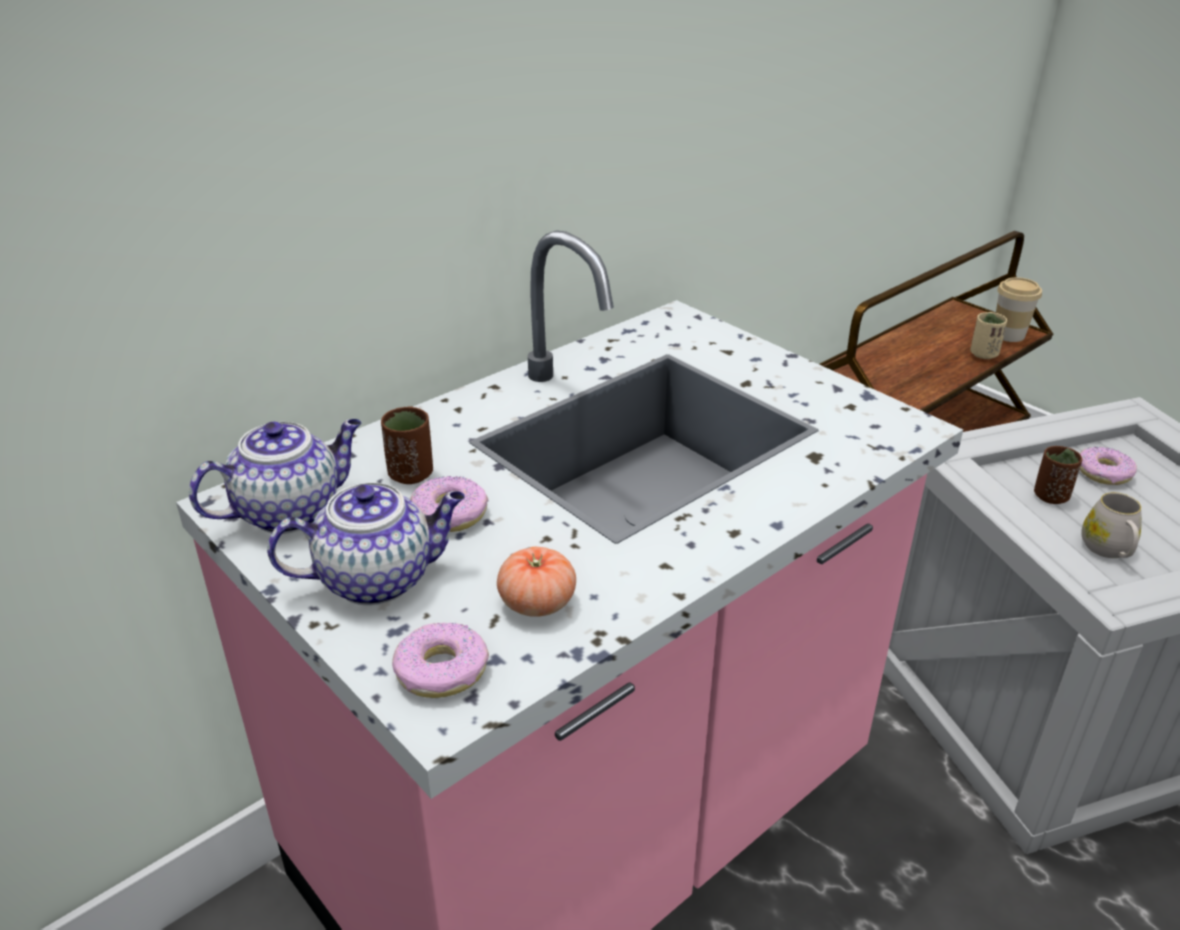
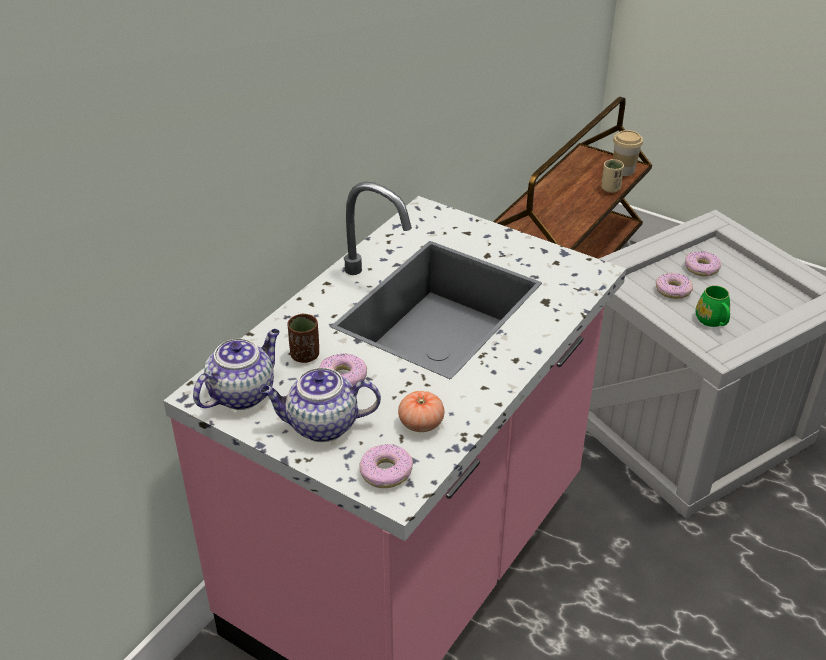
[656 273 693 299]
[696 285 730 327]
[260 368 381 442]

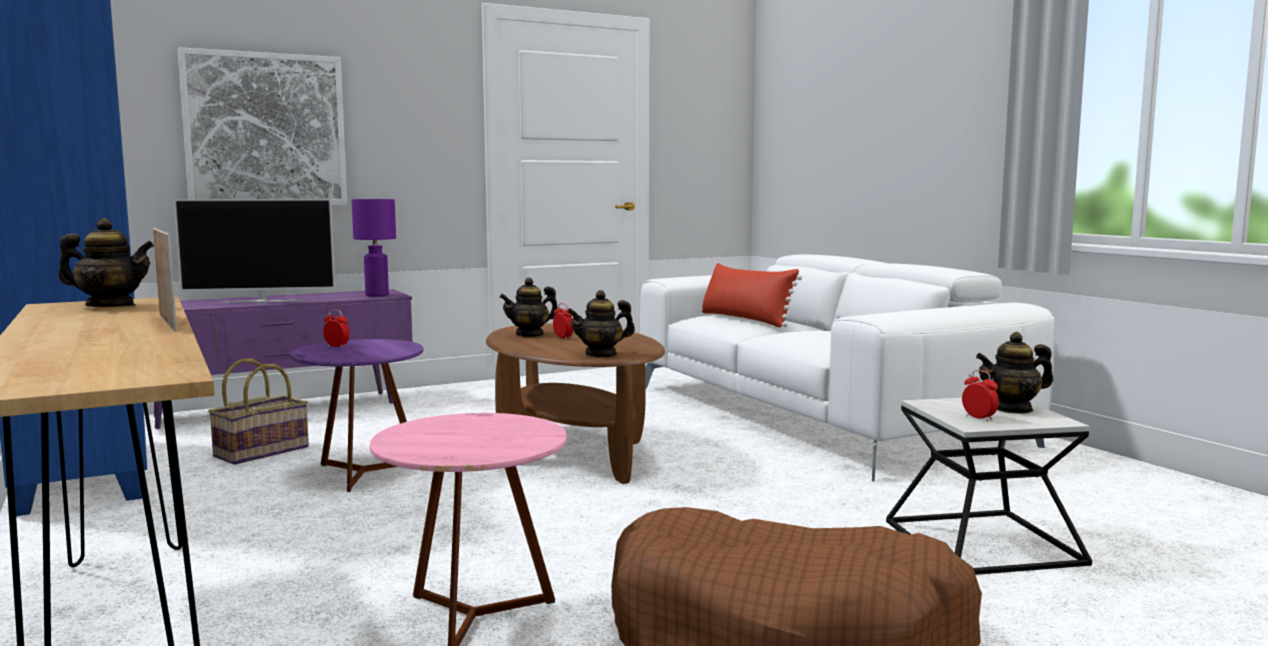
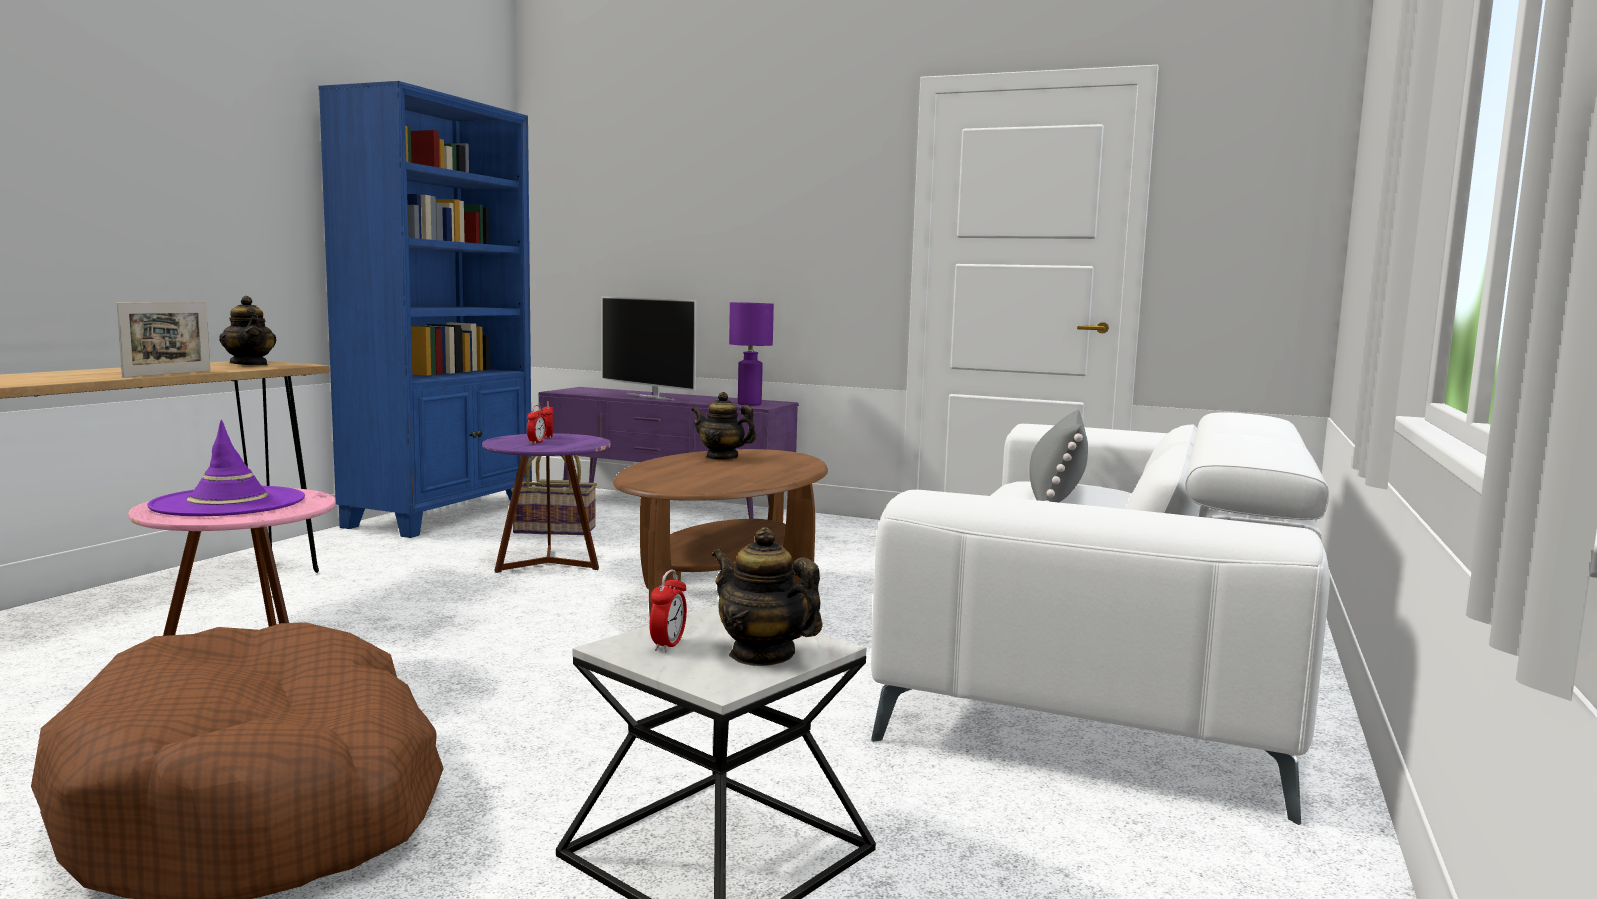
[178 47 347 205] (first image)
[567 290 635 358] (first image)
[147 420 305 516]
[527 405 546 444]
[1029 410 1088 502]

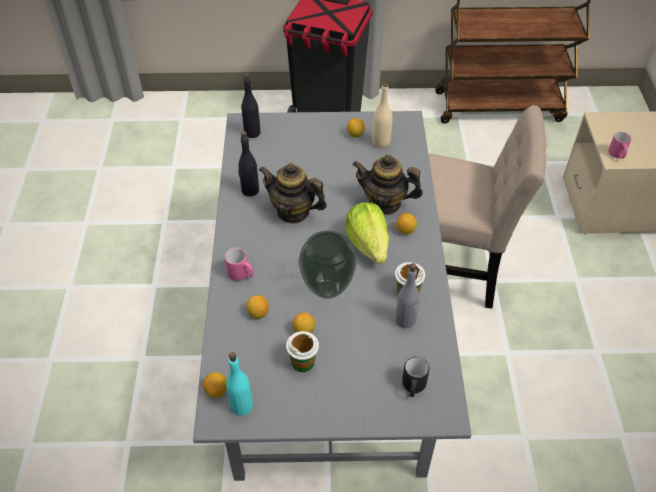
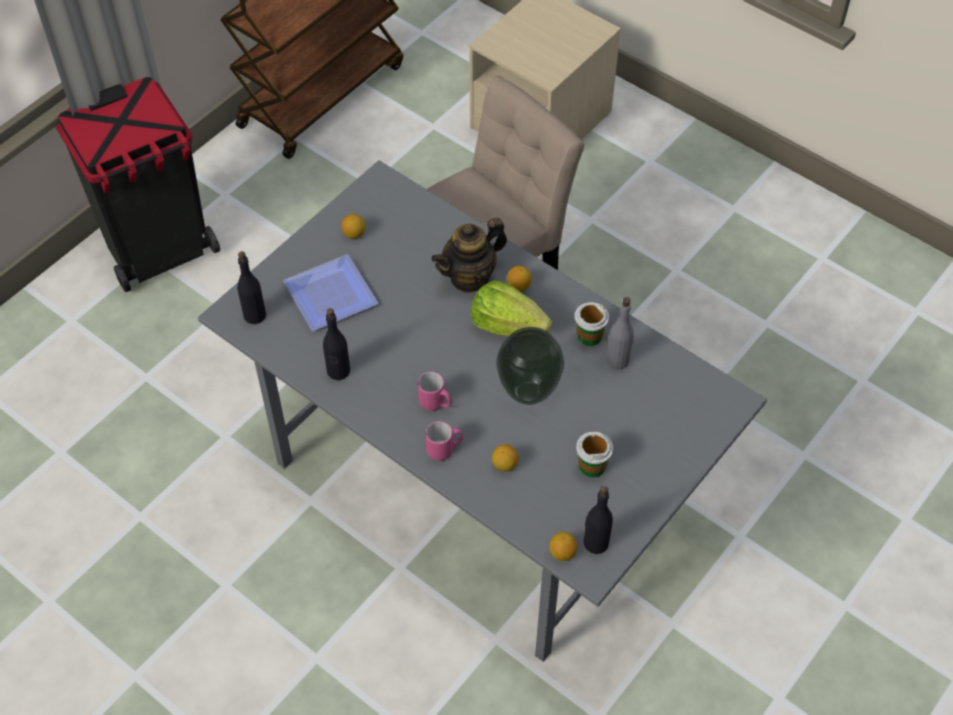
[259 163 327 224] (first image)
[292 312 315 333] (first image)
[372 83 392 148] (first image)
[402 357 429 397] (first image)
[283 254 378 331]
[418 372 452 411]
[583 486 613 554]

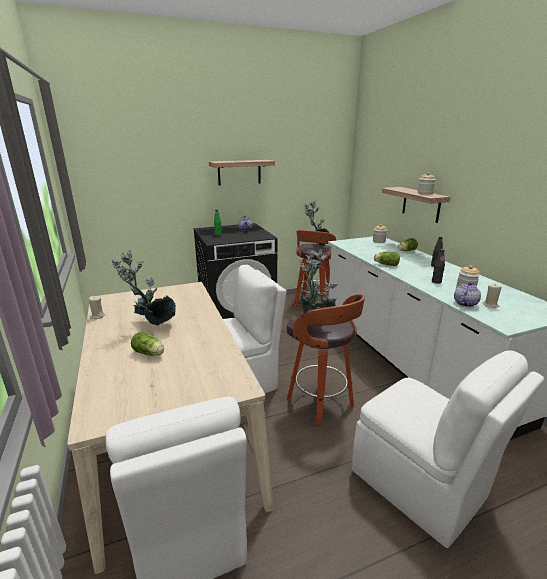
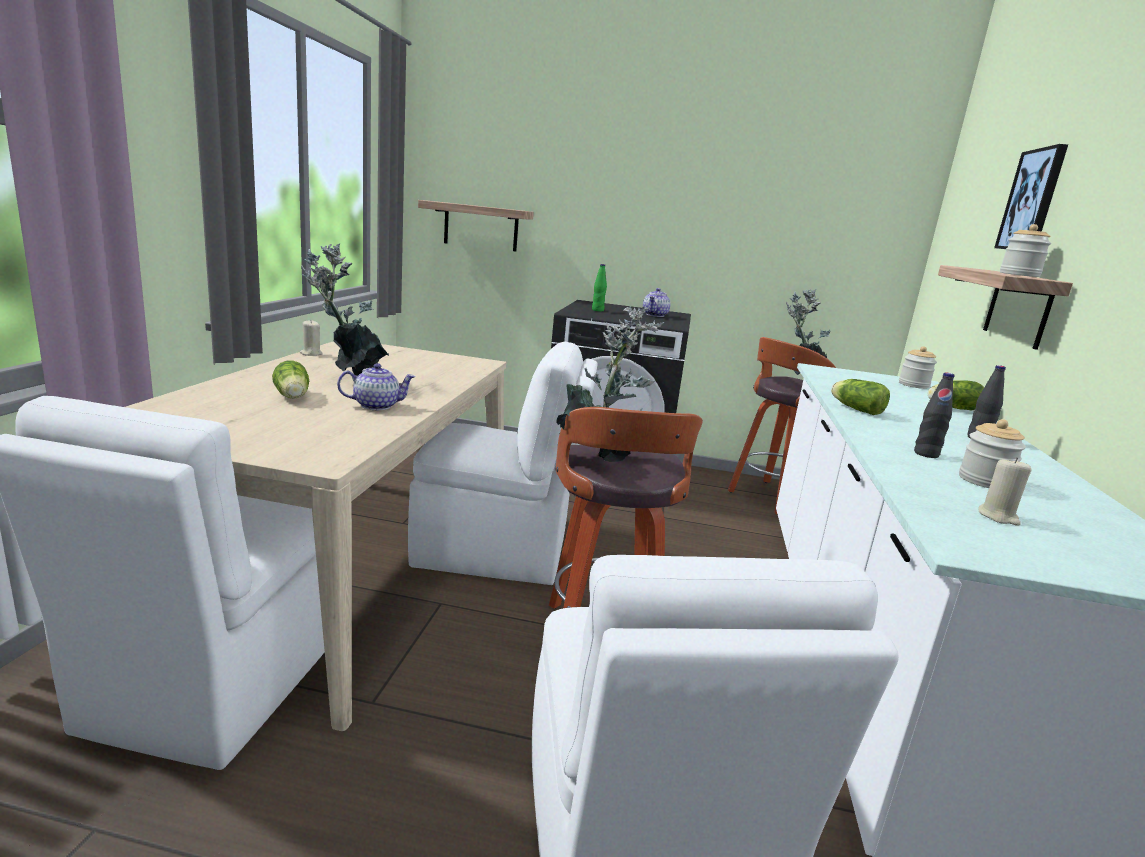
[994 144 1068 249]
[418 200 534 251]
[337 363 416 410]

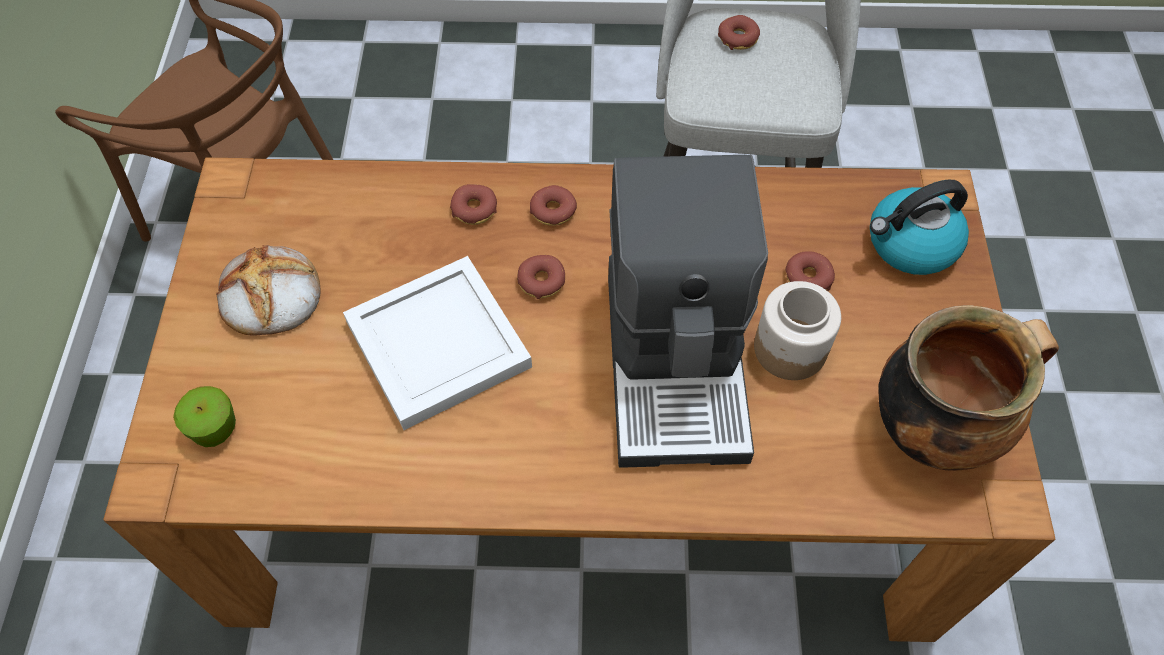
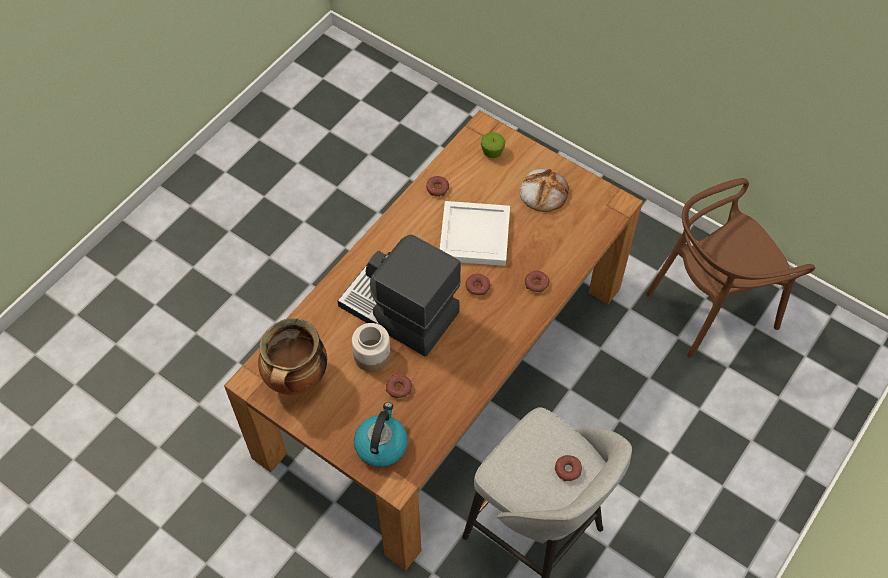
[426 176 449 197]

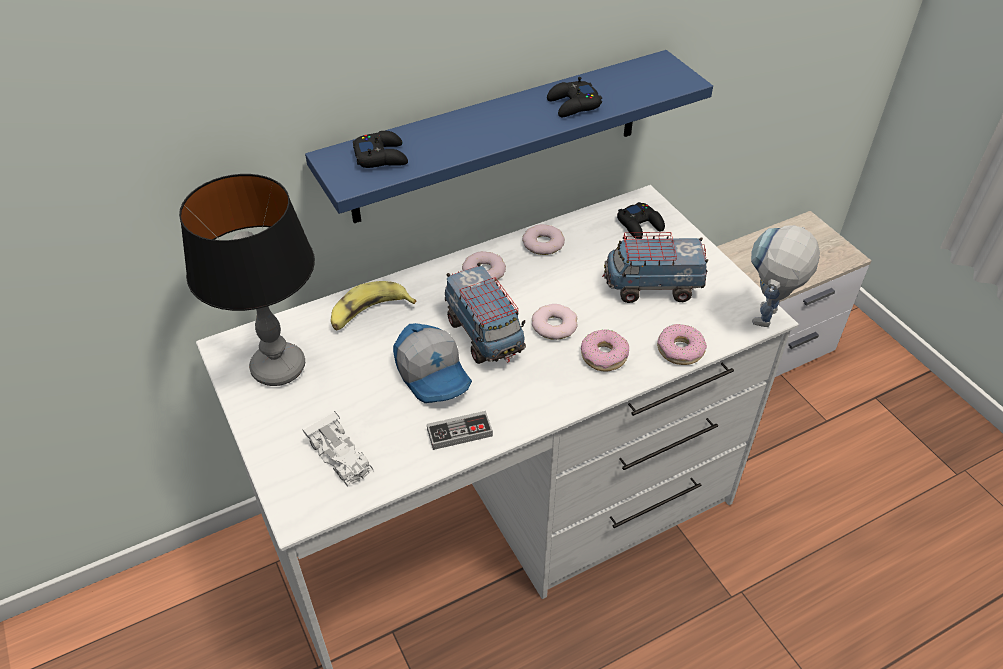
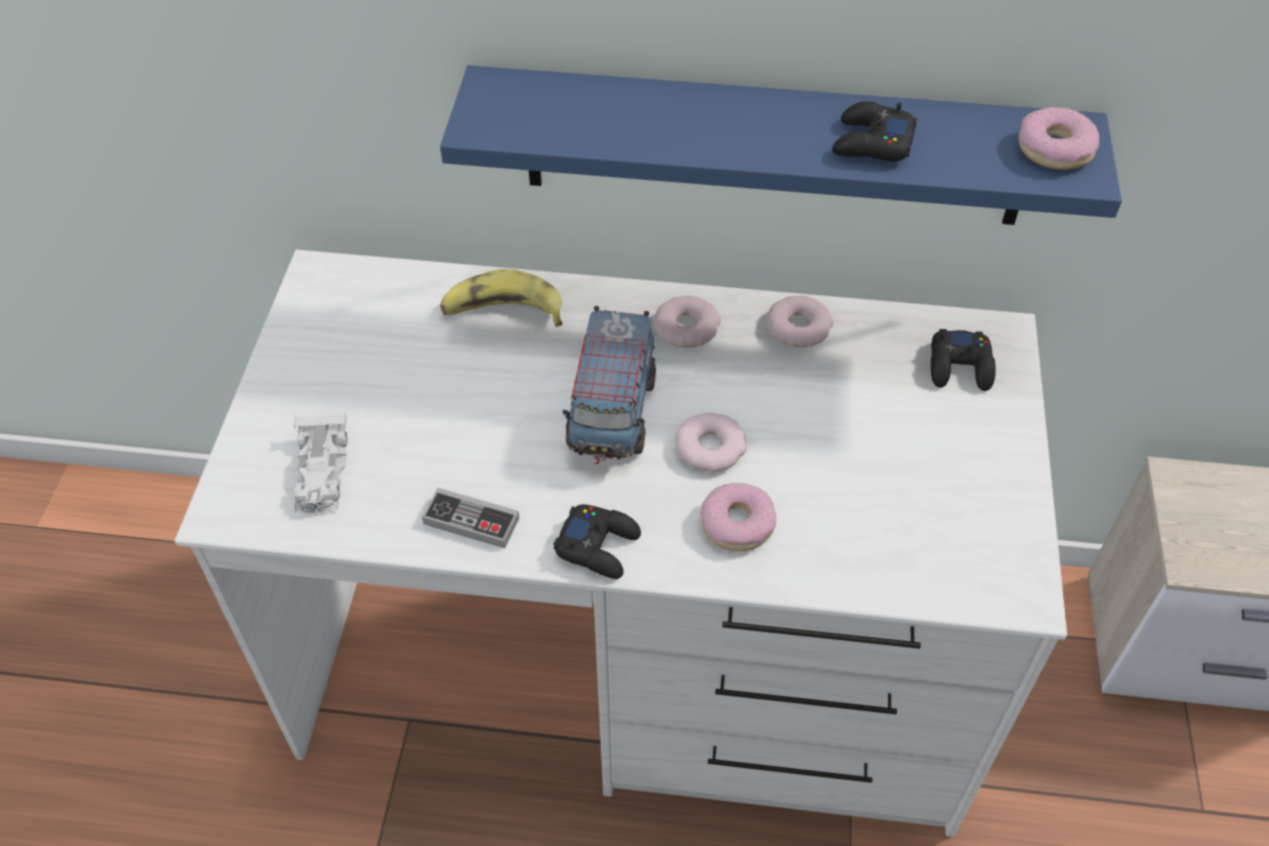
[179 174 315 386] (first image)
[393 323 472 403] (first image)
[602 232 708 303] (first image)
[751 225 820 327] (first image)
[554 504 641 579]
[1018 107 1099 170]

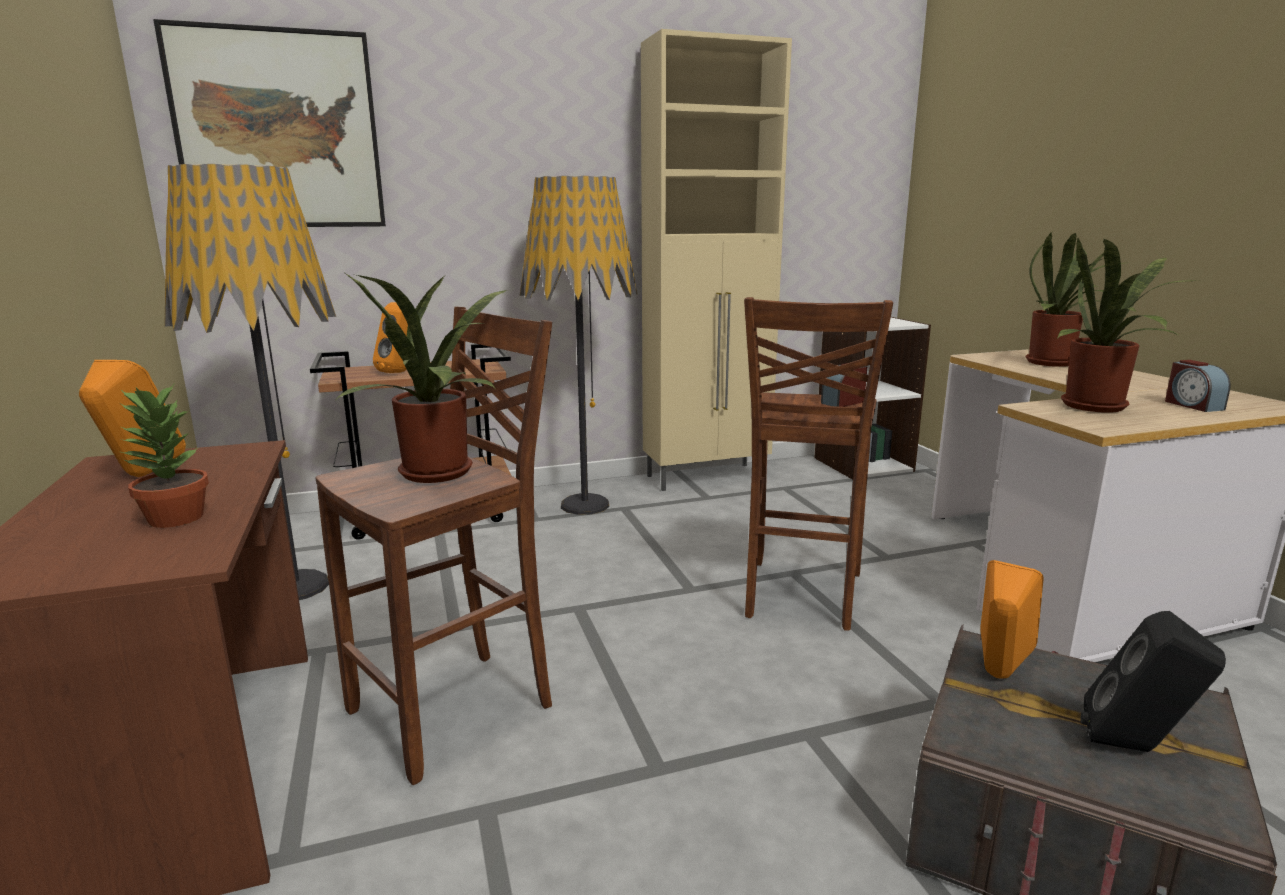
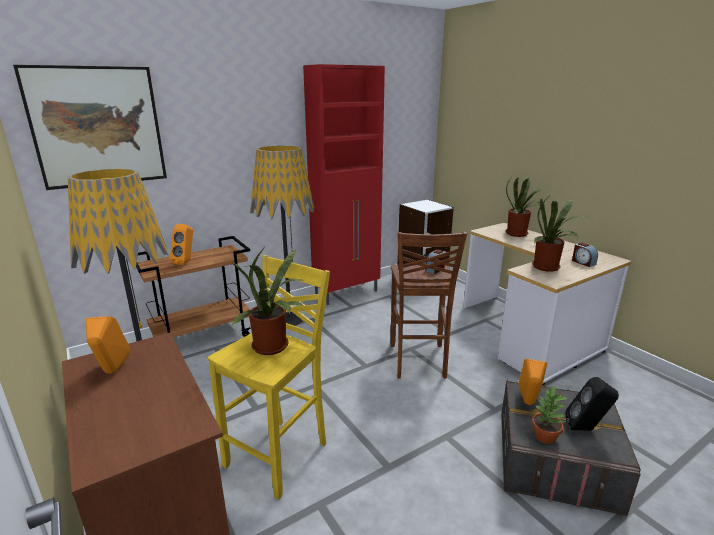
[532 384 567 444]
[208 255 330 500]
[303 64 385 305]

